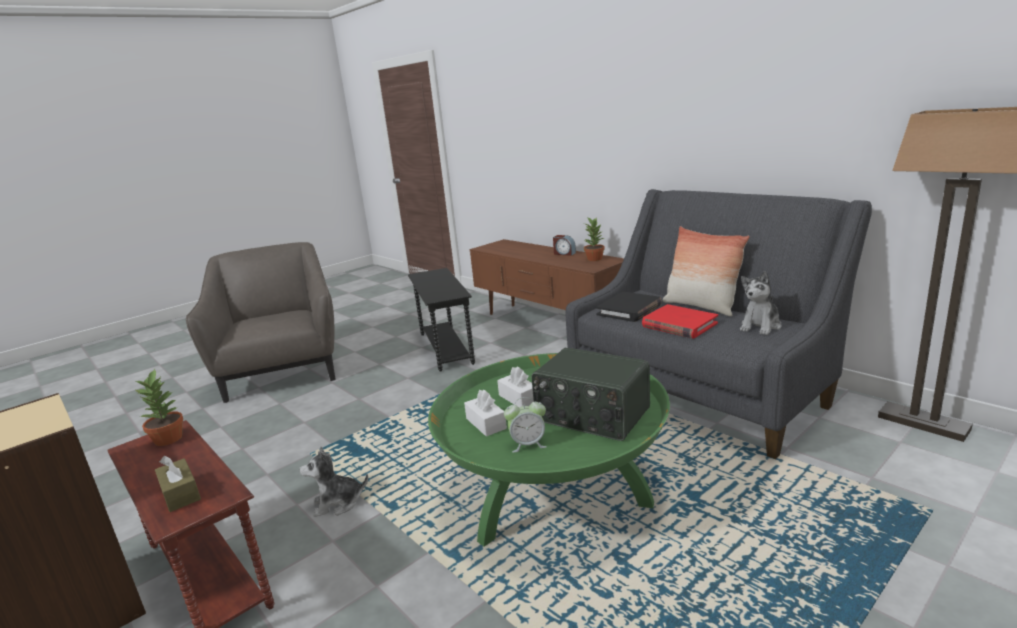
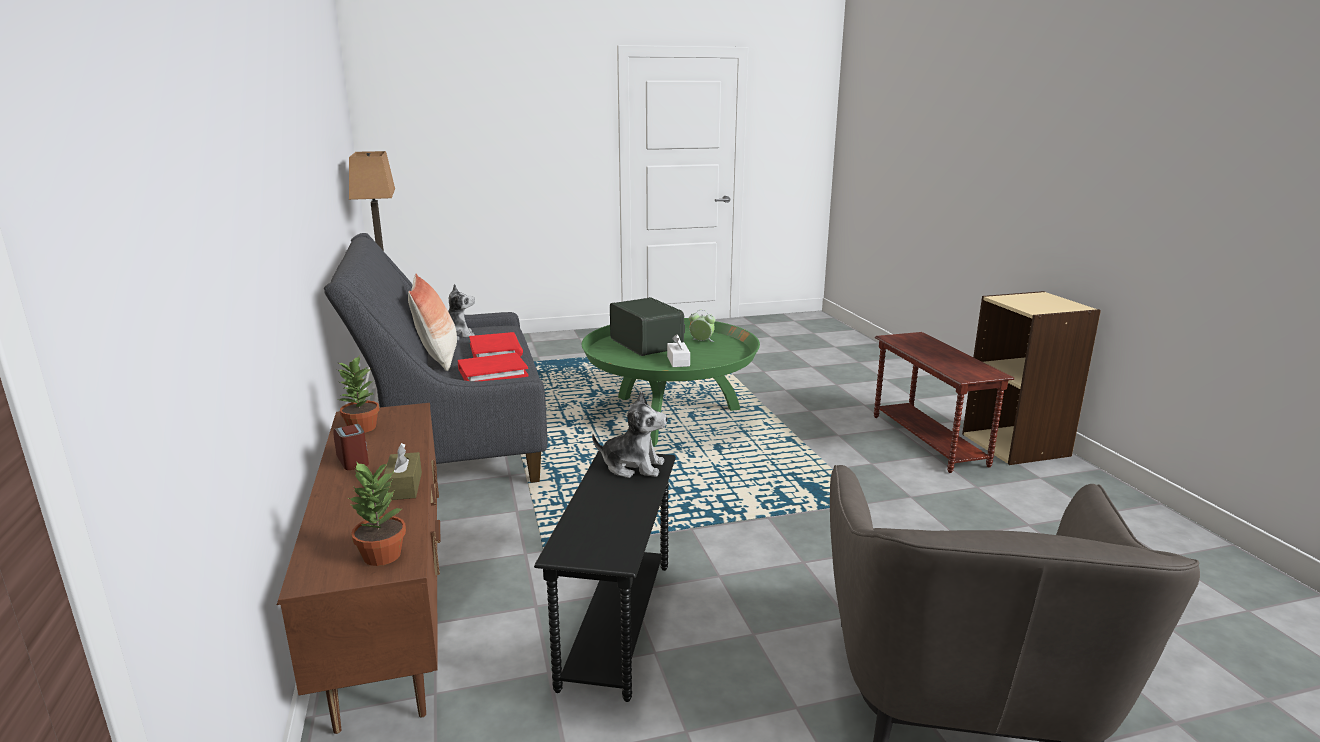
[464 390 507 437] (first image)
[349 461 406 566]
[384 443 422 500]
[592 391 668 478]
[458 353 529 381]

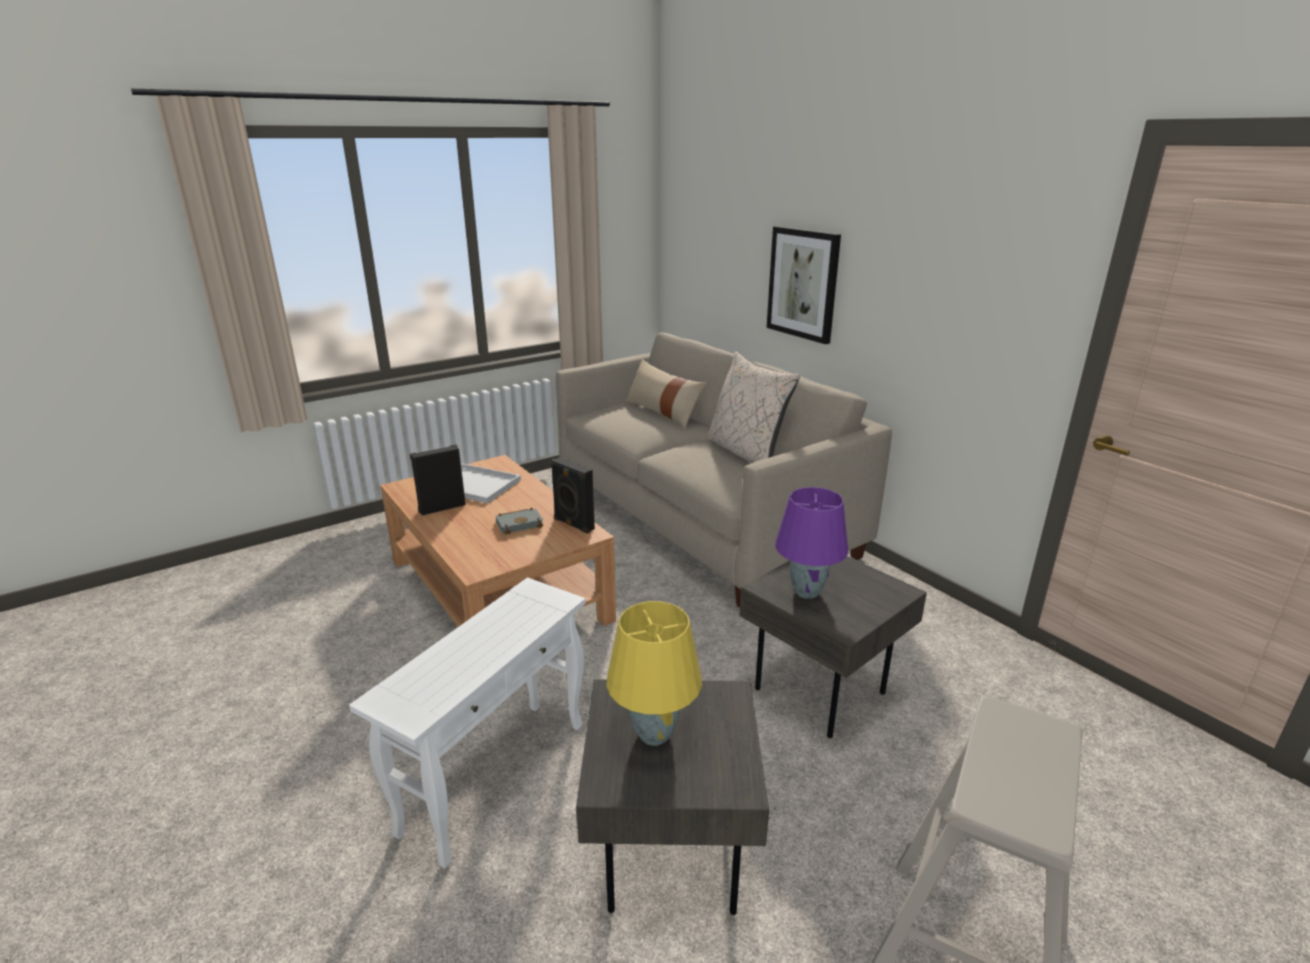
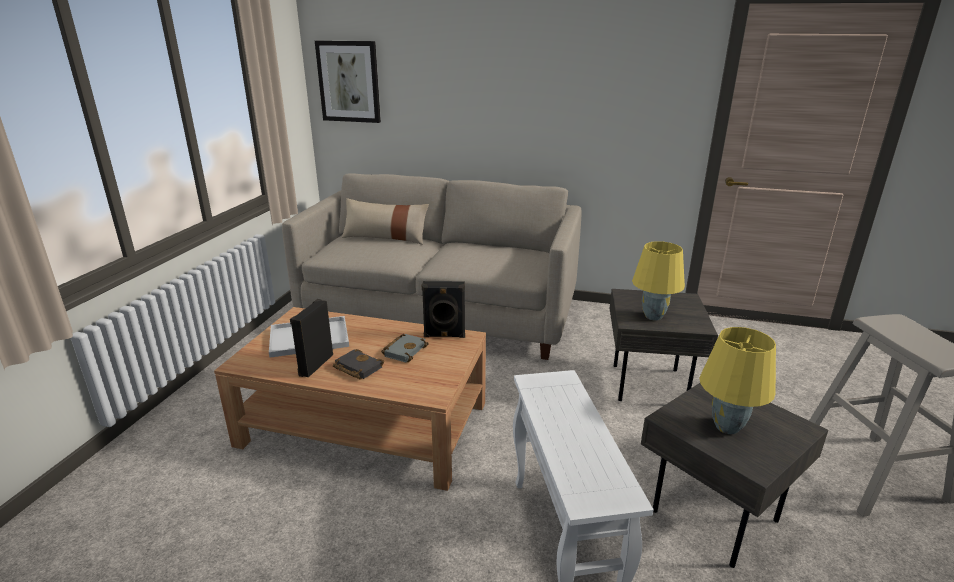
[707 352 800 463] (first image)
[333 349 384 380]
[315 41 381 123]
[632 241 685 321]

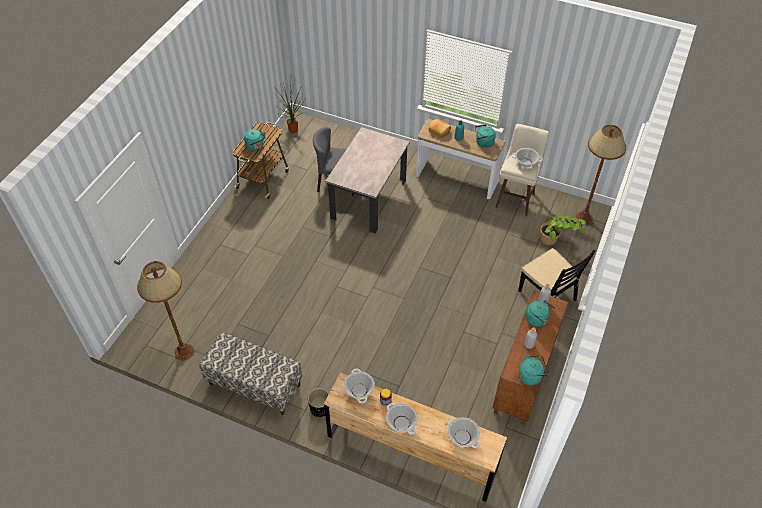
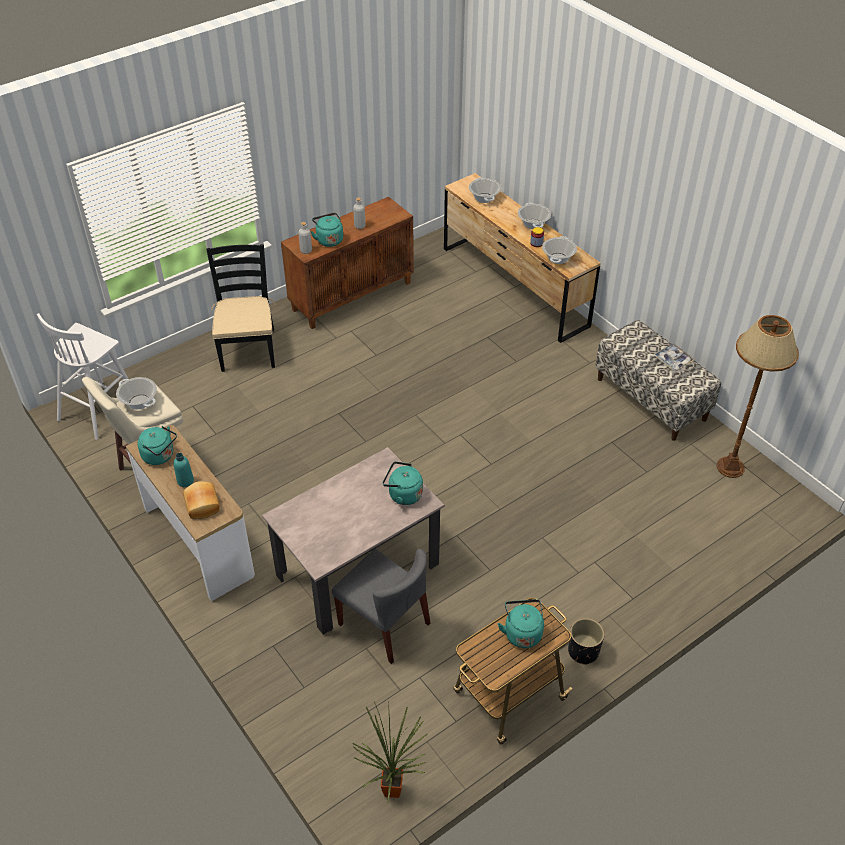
[540 214 586 245] (first image)
[653 343 695 371]
[568 618 604 665]
[383 461 423 505]
[37 313 129 440]

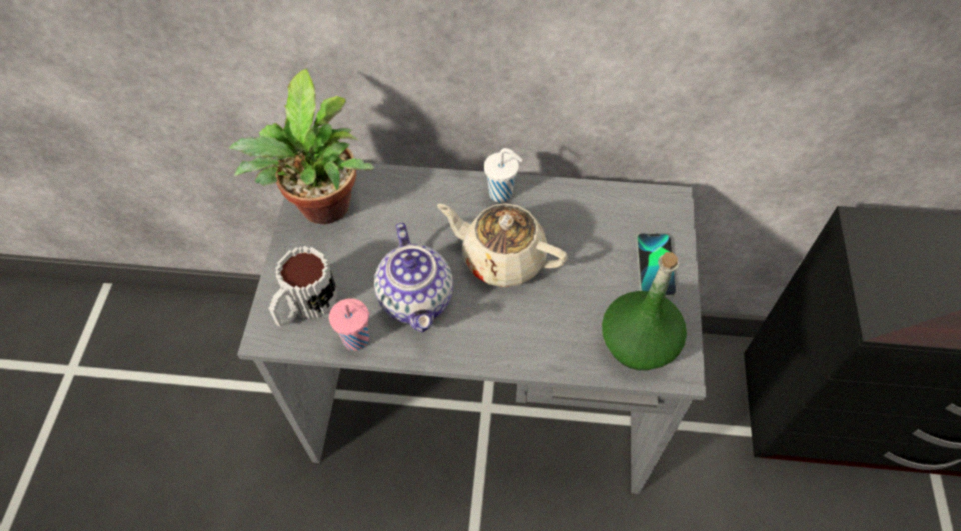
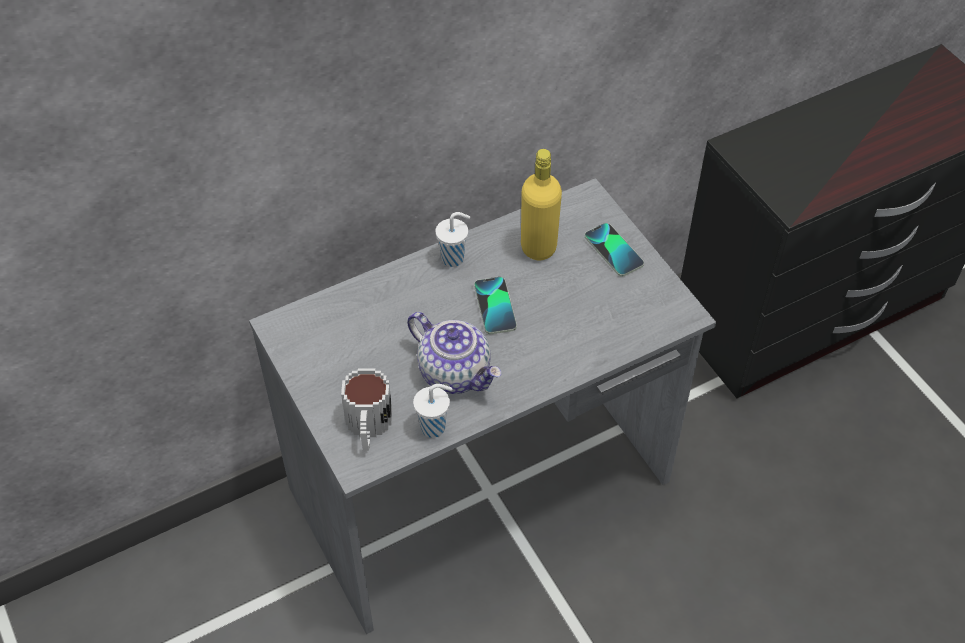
[229 68 374 224] (first image)
[602 252 687 370] (first image)
[521 149 562 260]
[474 277 517 334]
[413 384 452 438]

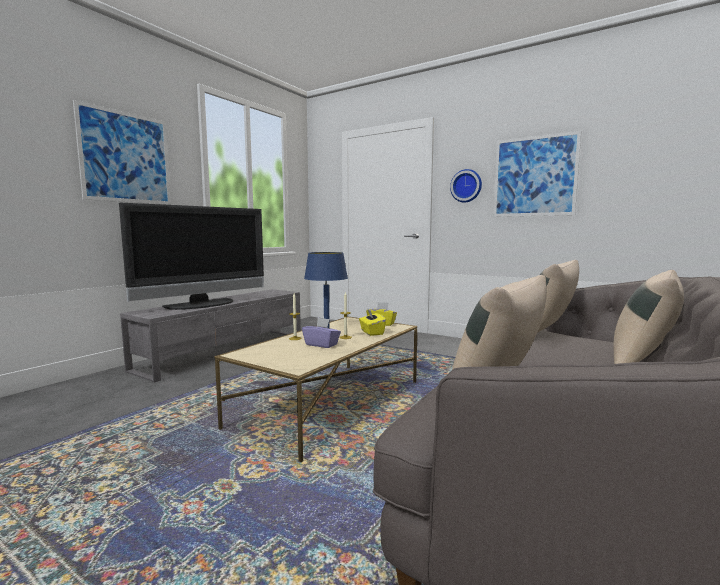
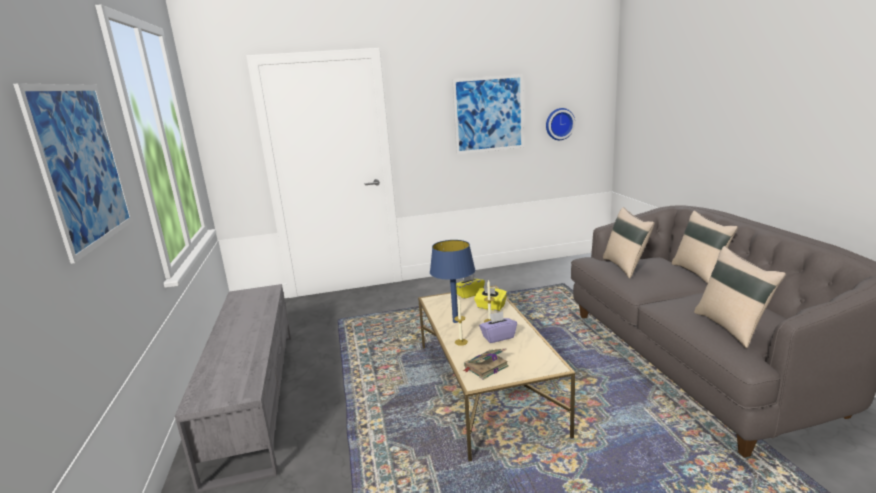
[119 203 264 310] (first image)
[463 349 509 380]
[546 108 575 140]

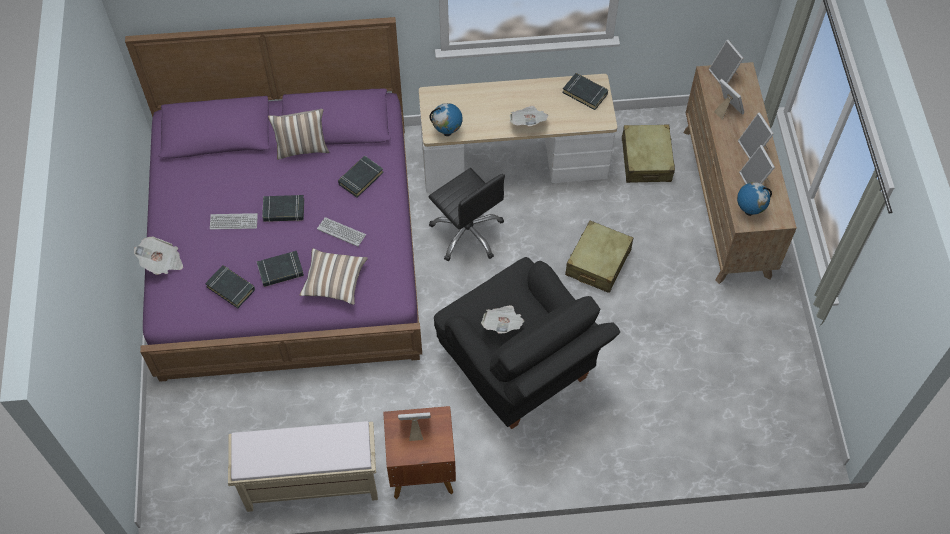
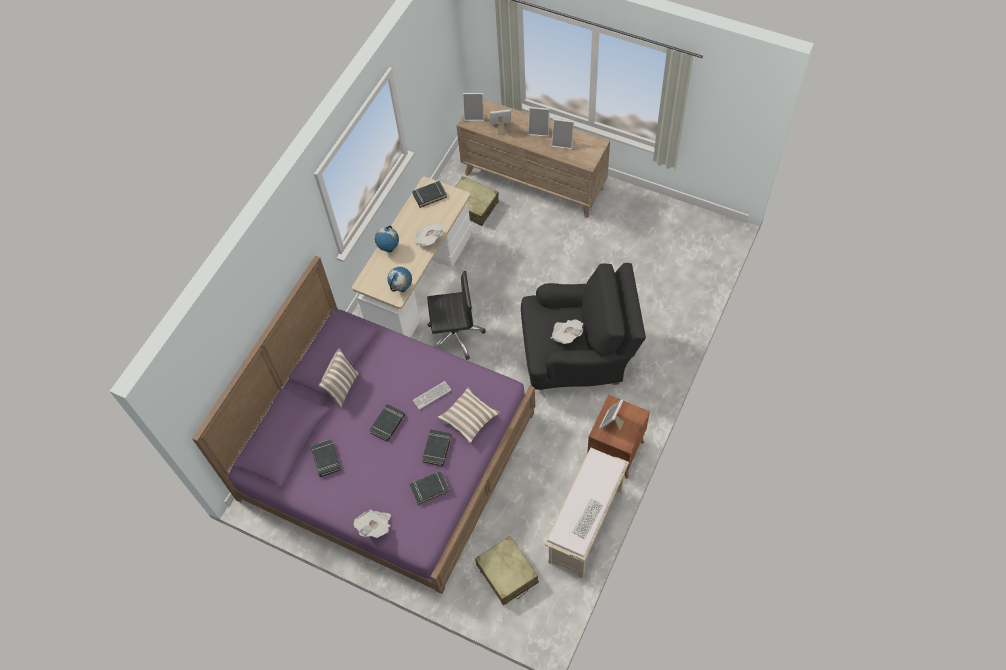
[572 498 603 540]
[311 439 341 477]
[475 536 539 605]
[375 226 399 252]

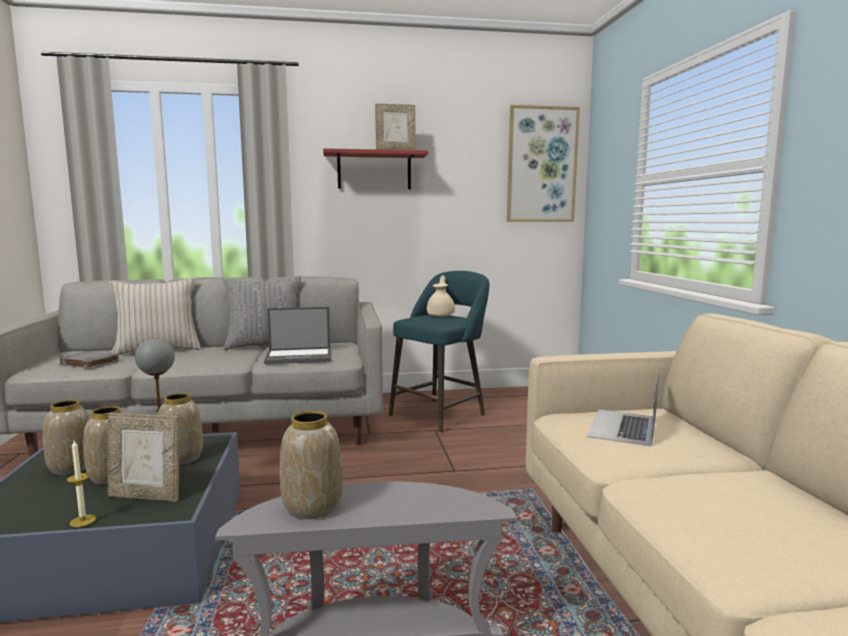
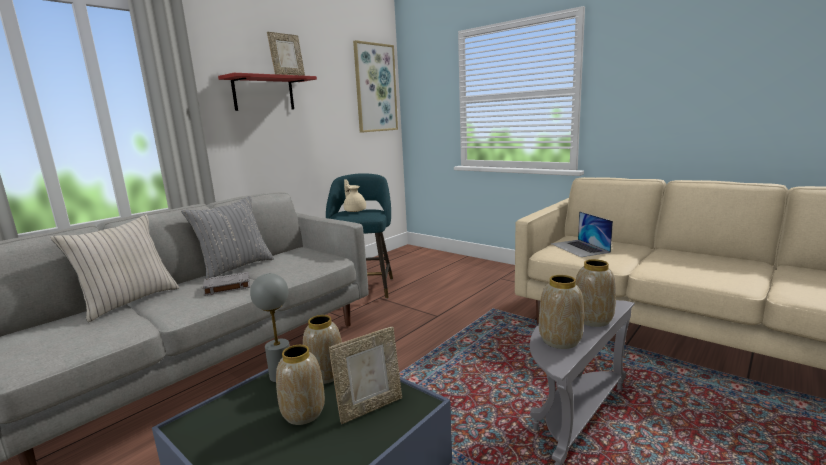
[67 441 96 527] (first image)
[264 307 331 364] (first image)
[576 259 616 327]
[202 272 250 296]

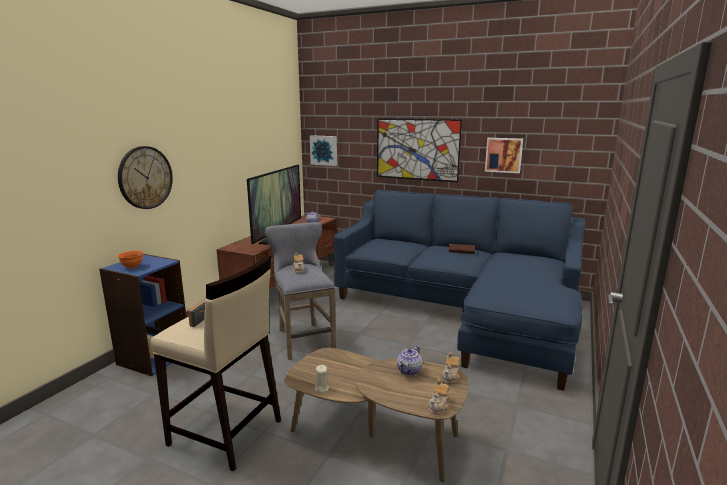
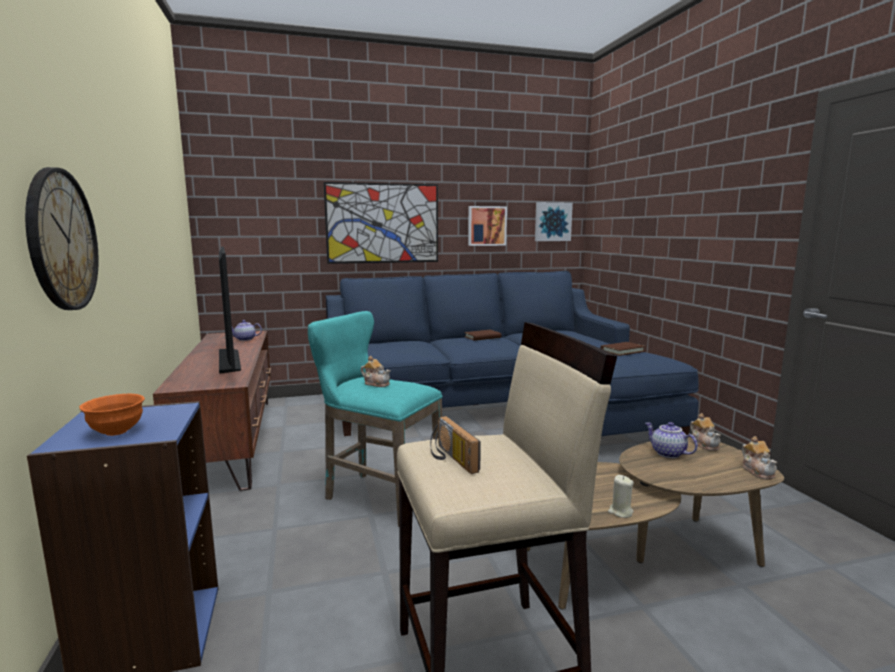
[600 342 646 356]
[535 202 573 241]
[308 311 443 527]
[645 422 698 458]

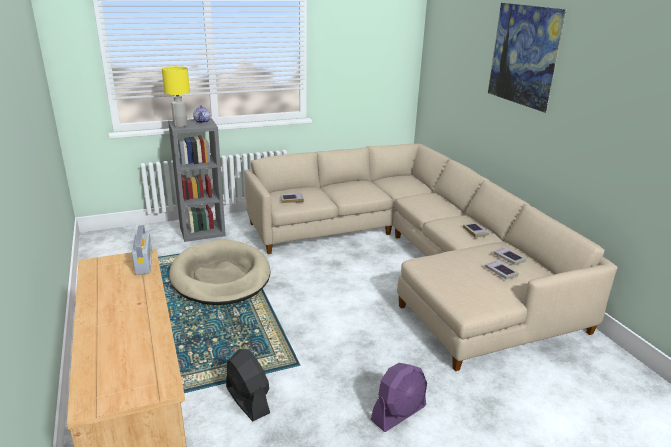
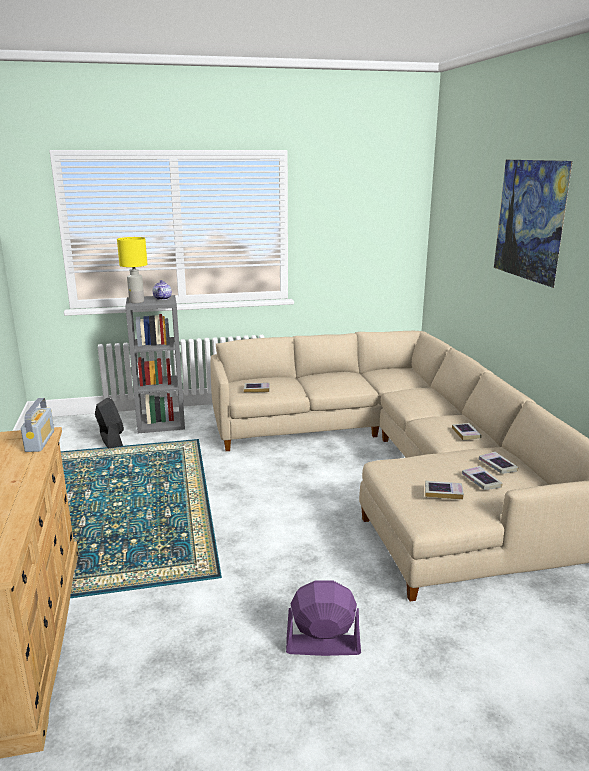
[169 240 270 305] (first image)
[425 481 464 500]
[95 398 124 449]
[286 580 361 656]

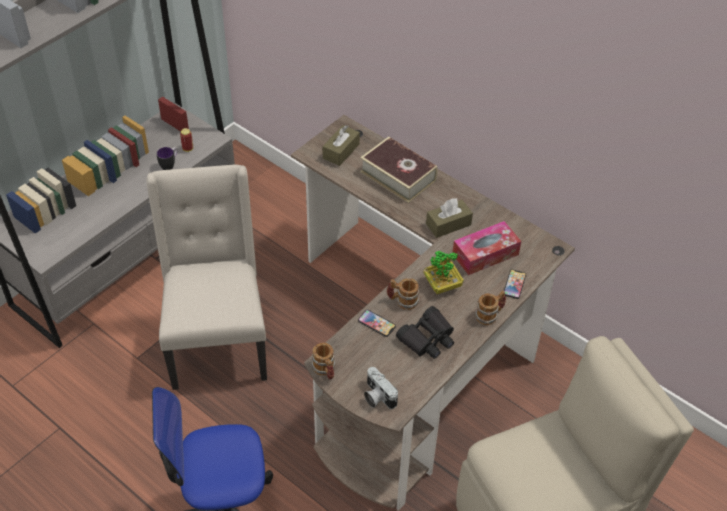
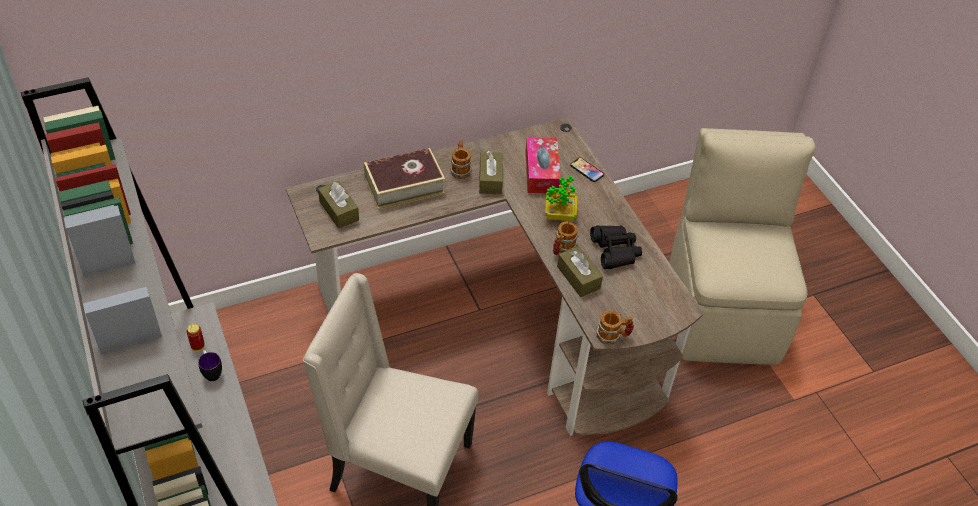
[364 367 398 409] (first image)
[450 140 471 179]
[557 246 603 297]

